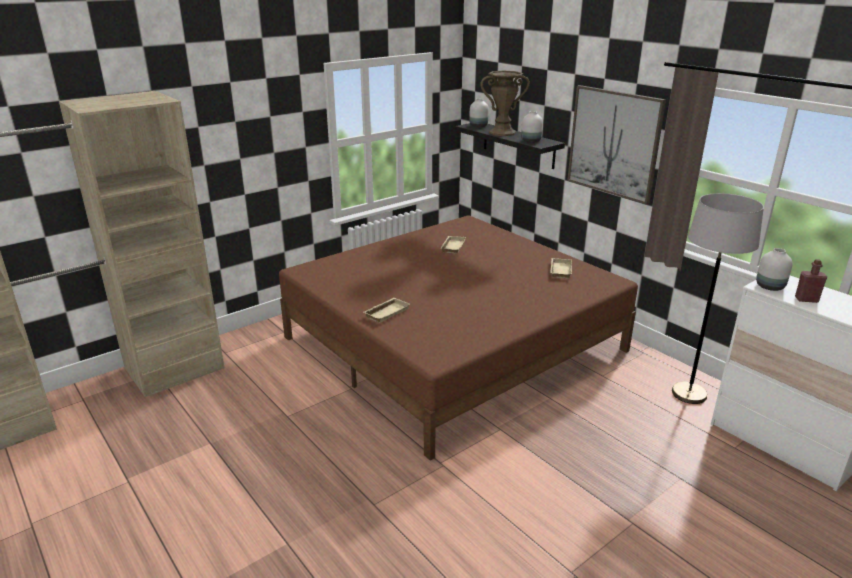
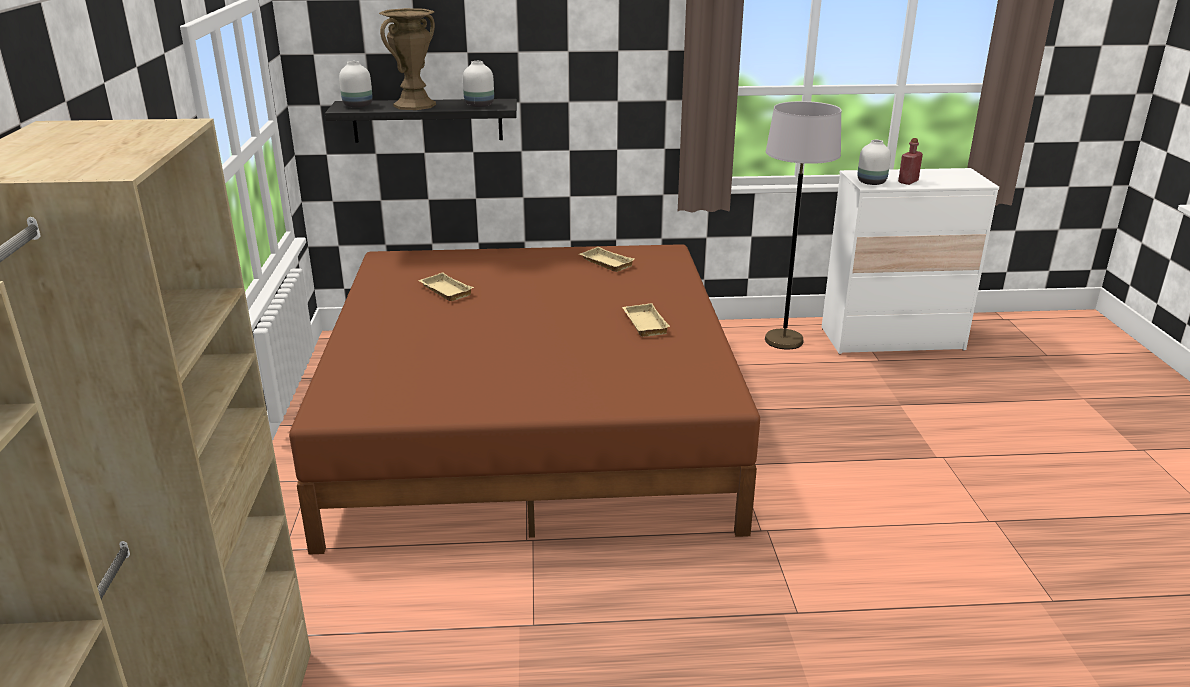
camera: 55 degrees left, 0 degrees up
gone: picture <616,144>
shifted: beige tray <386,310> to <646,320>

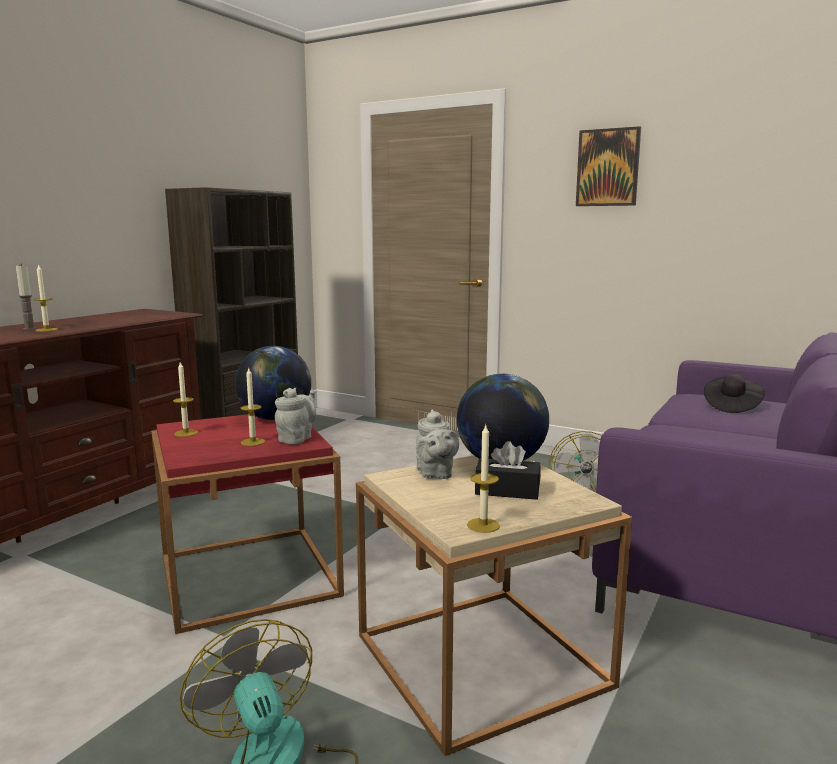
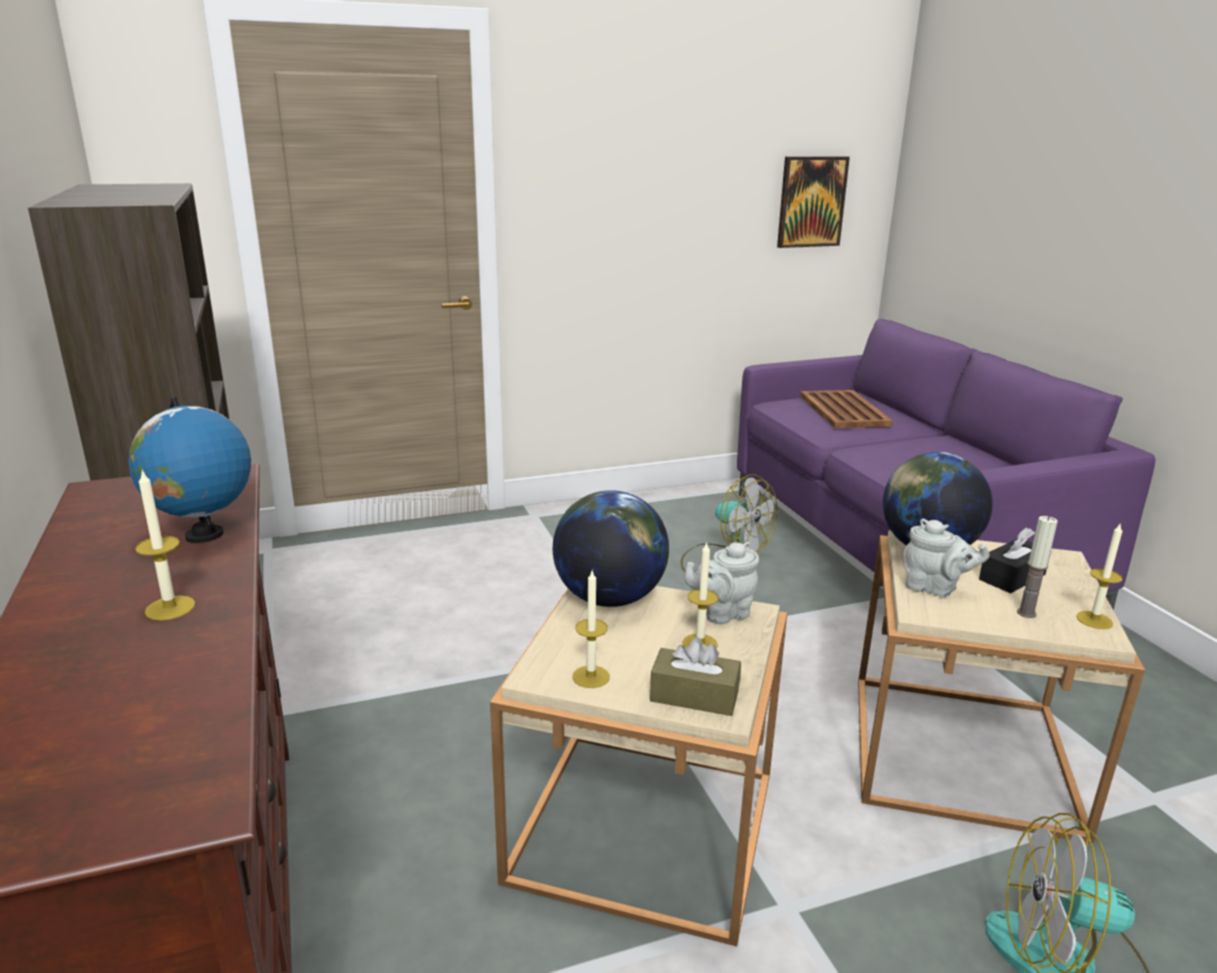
camera: 50 degrees left, 10 degrees up
new: globe <190,470>; brown tissue box <695,676>
shifted: picture <608,166> to <813,202>; candle <26,297> to <1037,567>
swapped: black hat <734,393> to brown tray <846,409>
repainted: red side table <247,524> to beige side table <638,766>
rotated: grey teapot <295,416> = <721,583> 90 degrees counterclockwise

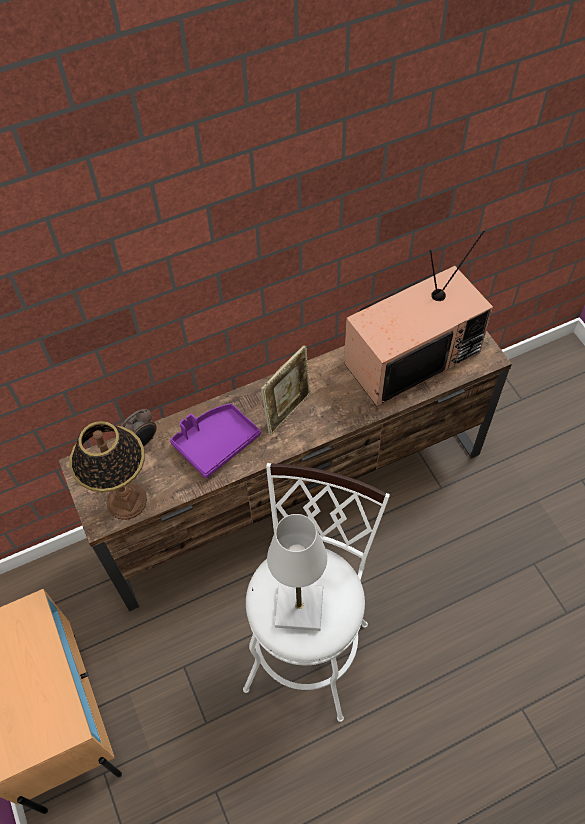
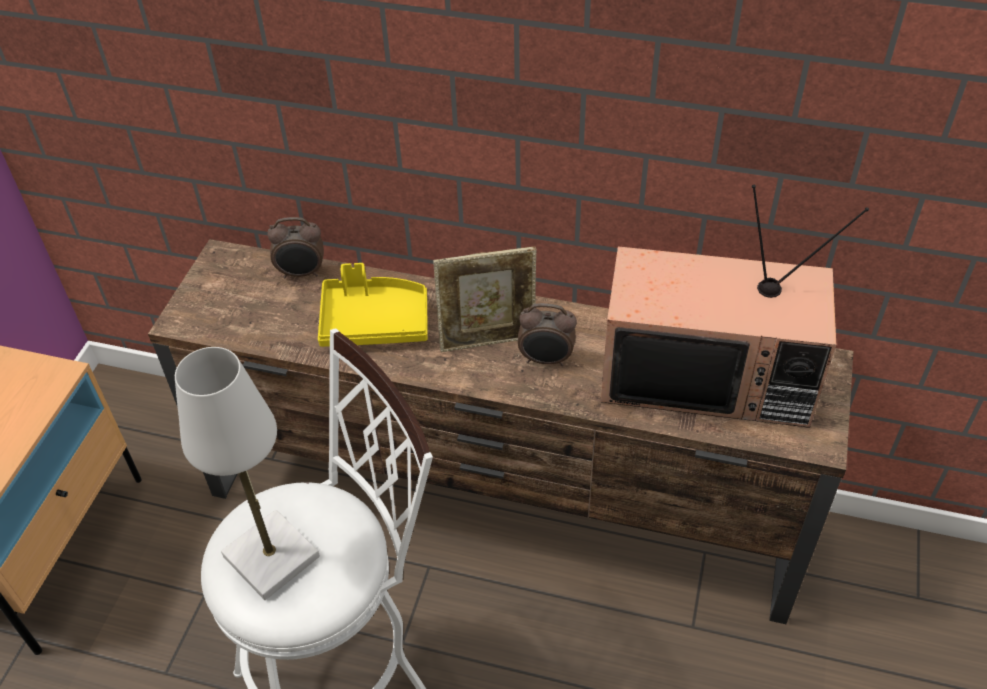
camera: 40 degrees right, 10 degrees down
gone: table lamp <108,470>
new: alarm clock <547,334>
repainted: purple tray <215,441> to yellow tray <373,305>

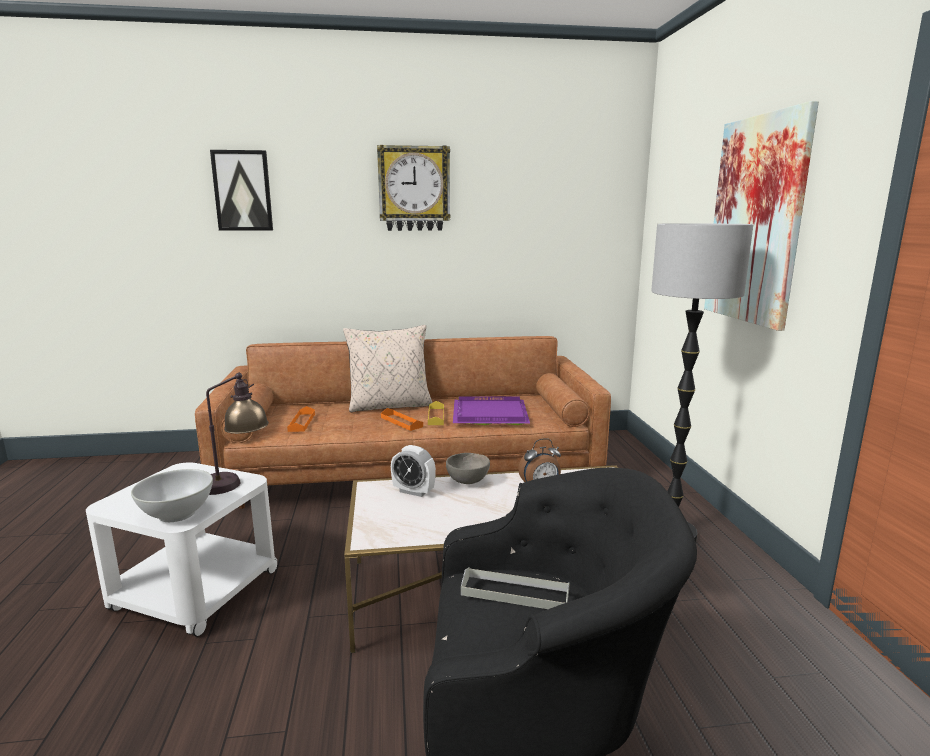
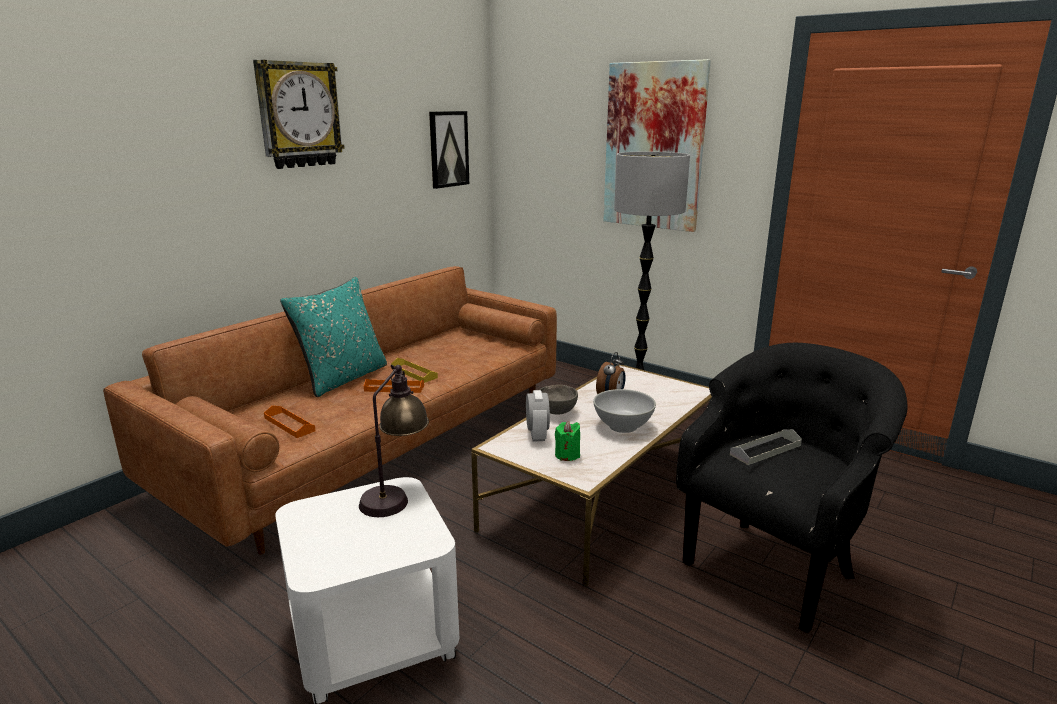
camera: 45 degrees left, 5 degrees up
gone: purple tray <491,410>
new: green candle <567,441>
shifted: picture <241,190> to <449,150>; white bowl <172,495> to <624,411>
repainted: beige pillow <388,368> to turquoise pillow <333,337>
rotated: alarm clock <413,471> = <538,416> 75 degrees counterclockwise

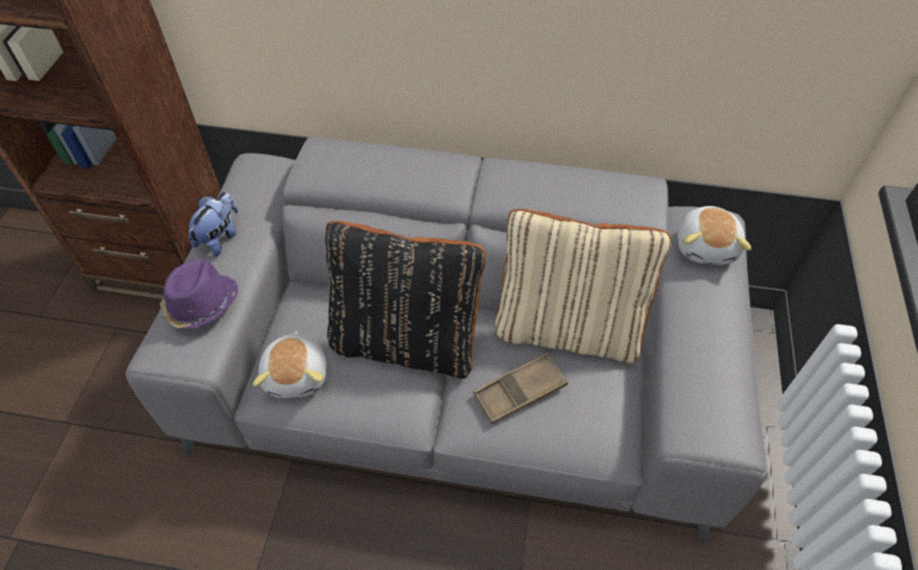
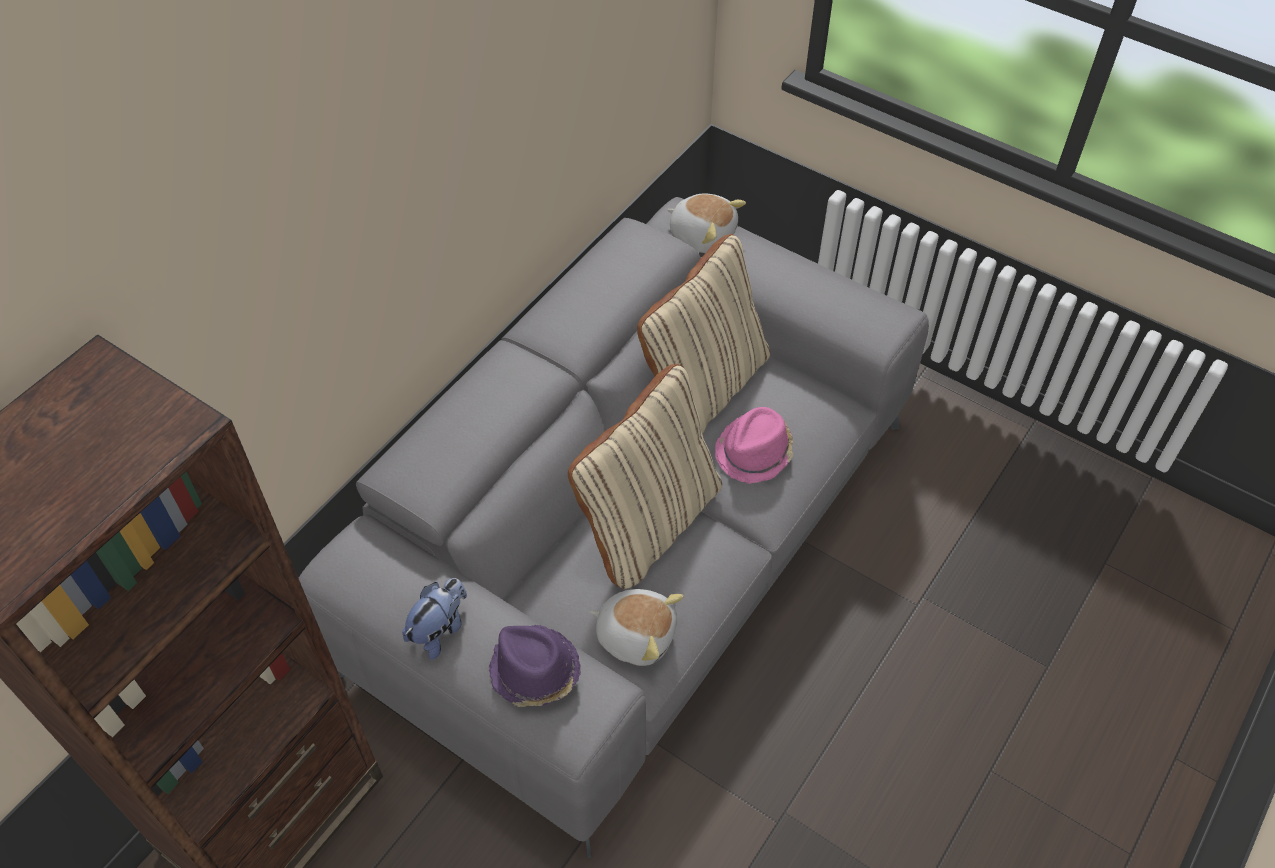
camera: 65 degrees left, 0 degrees up
swapped: brown tray <520,388> to pink hat <754,445>
repainted: black pillow <405,300> to beige pillow <645,476>
rotated: plush toy <213,224> = <434,619> 75 degrees clockwise

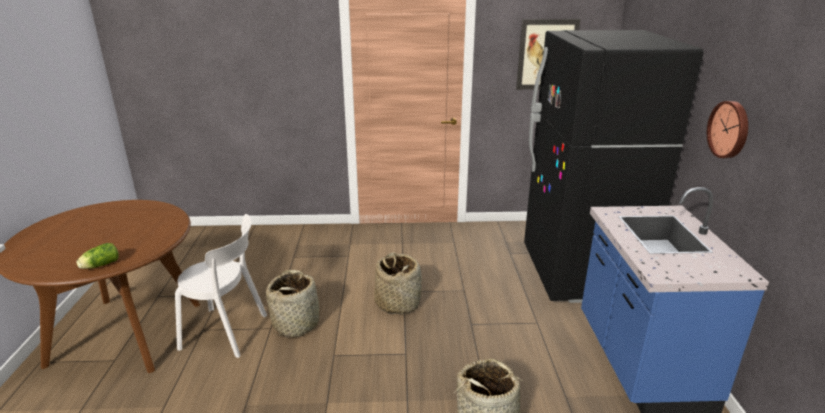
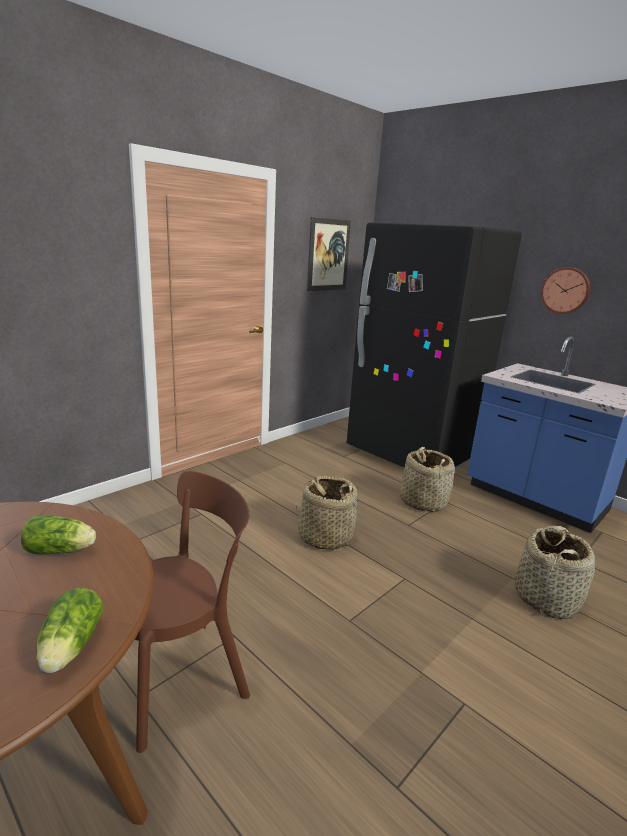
camera: 45 degrees left, 5 degrees down
new: lettuce <58,534>
shifted: basket <293,304> to <427,479>
repainted: white chair <221,286> to brown chair <192,612>

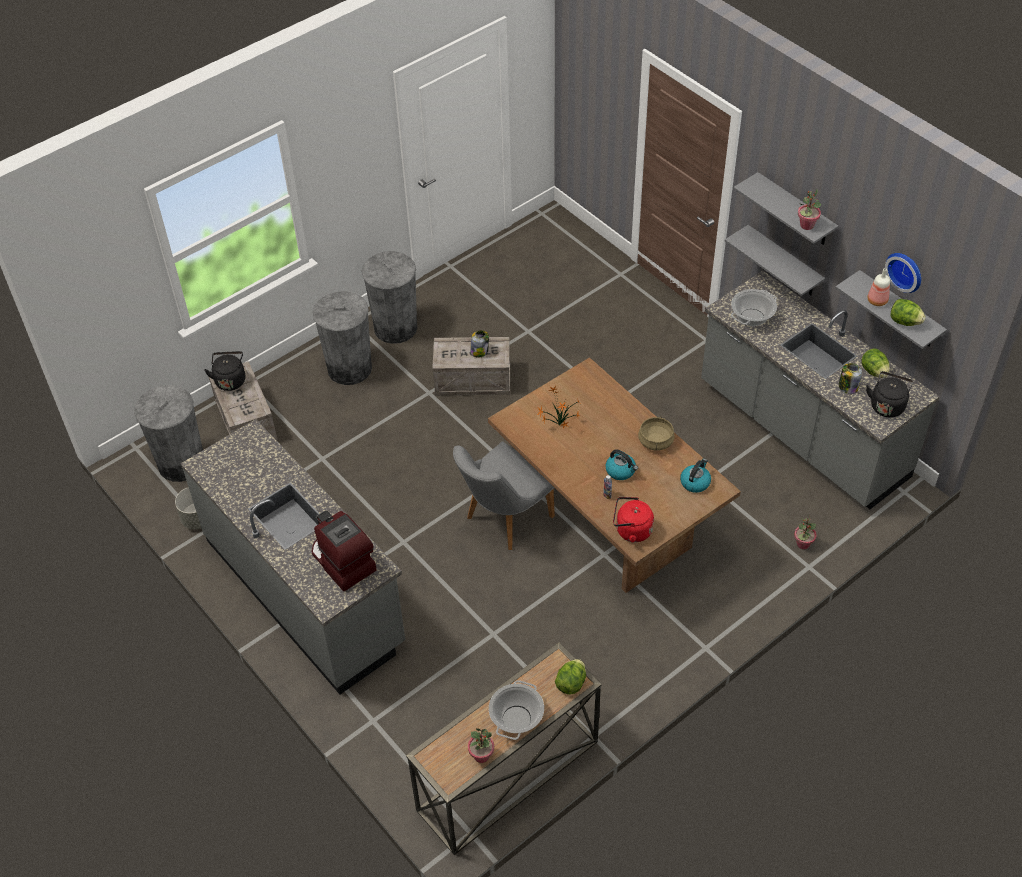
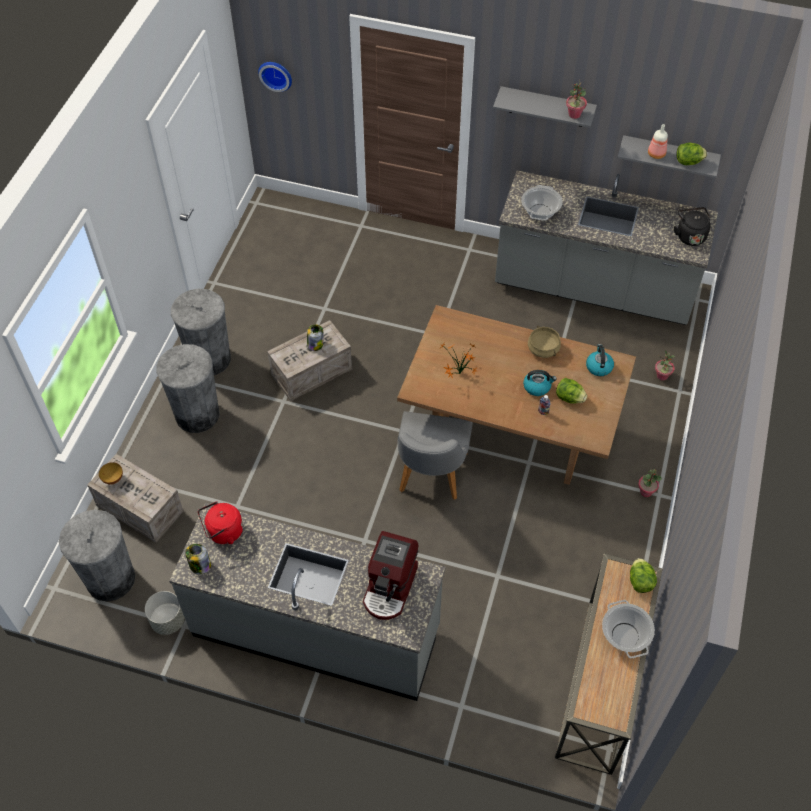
camera: 35 degrees left, 5 degrees up
gone: grey shelf <775,260>
shifted: jar <850,378> to <198,559>; red kettle <633,519> to <220,522>; wall clock <903,273> to <275,77>; lettuce <876,363> to <571,391>; potted plant <481,745> to <650,483>
swapped: black kettle <224,371> to bowl <111,473>
rotated: coffee machine <344,551> = <390,575> 90 degrees counterclockwise

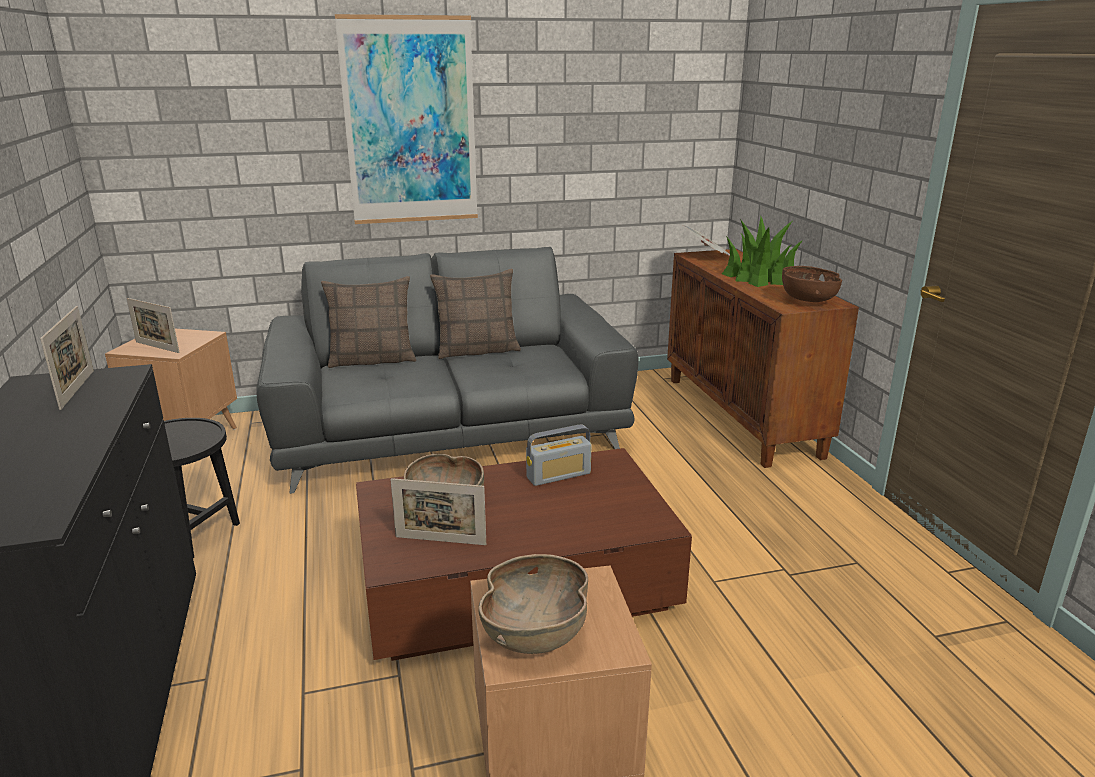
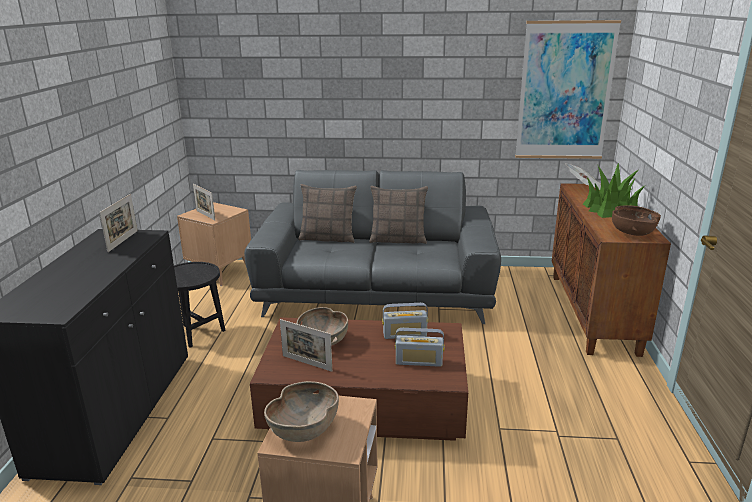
camera: 20 degrees right, 0 degrees up
new: radio <419,347>
shifted: picture <406,119> to <568,89>

